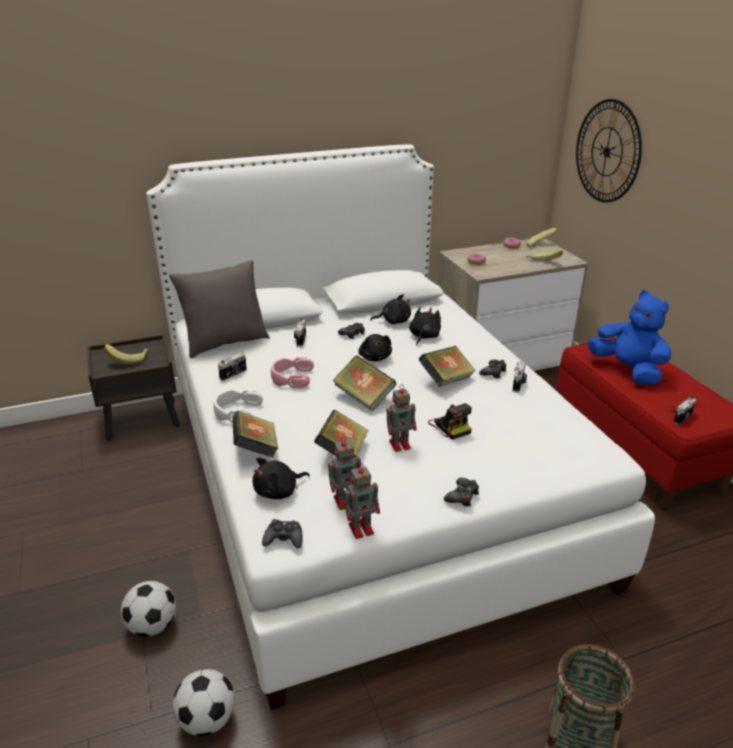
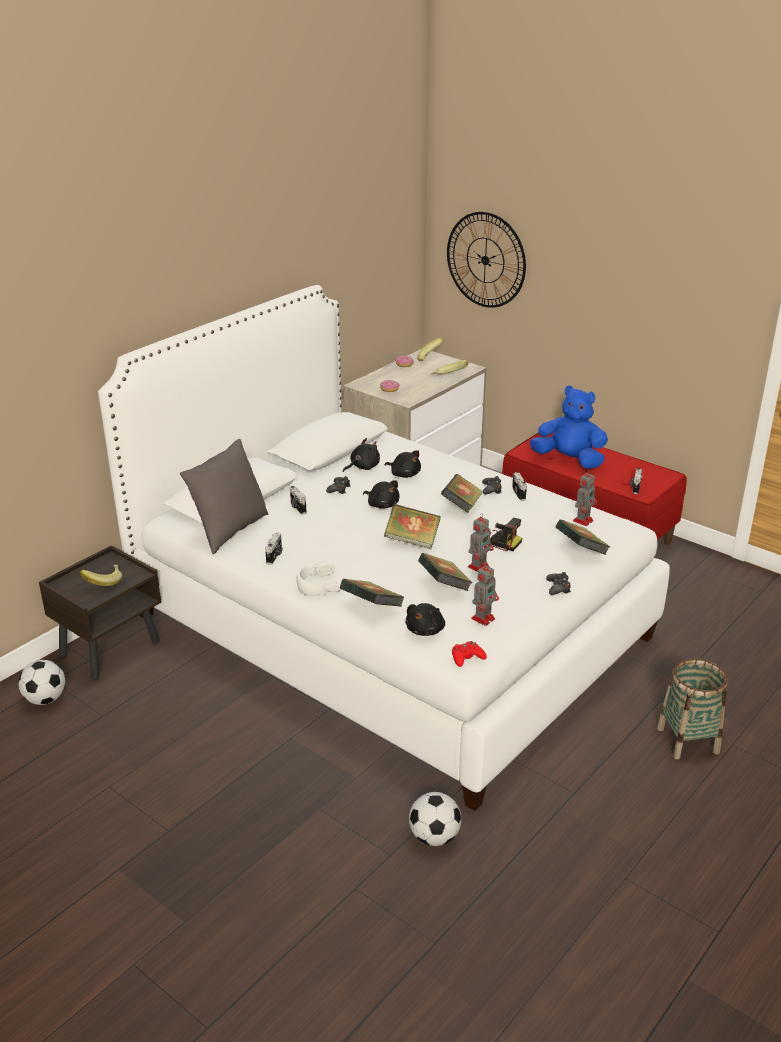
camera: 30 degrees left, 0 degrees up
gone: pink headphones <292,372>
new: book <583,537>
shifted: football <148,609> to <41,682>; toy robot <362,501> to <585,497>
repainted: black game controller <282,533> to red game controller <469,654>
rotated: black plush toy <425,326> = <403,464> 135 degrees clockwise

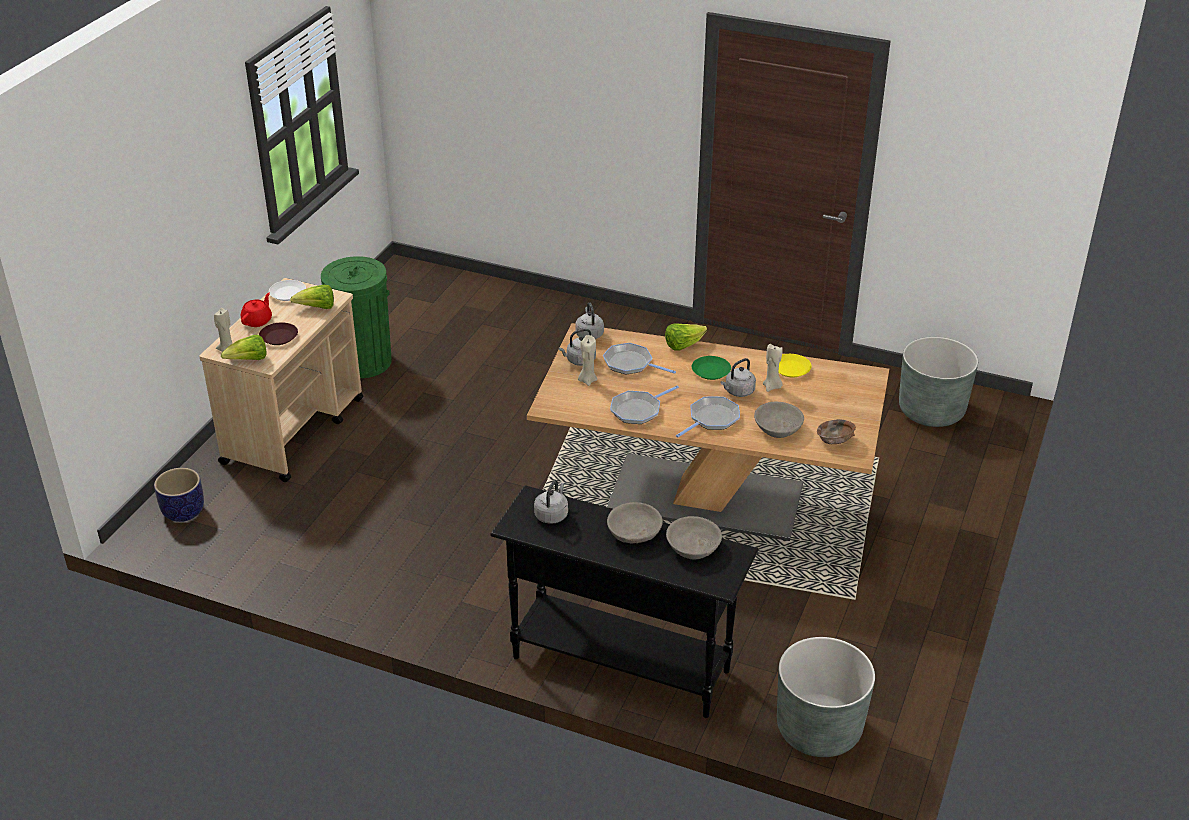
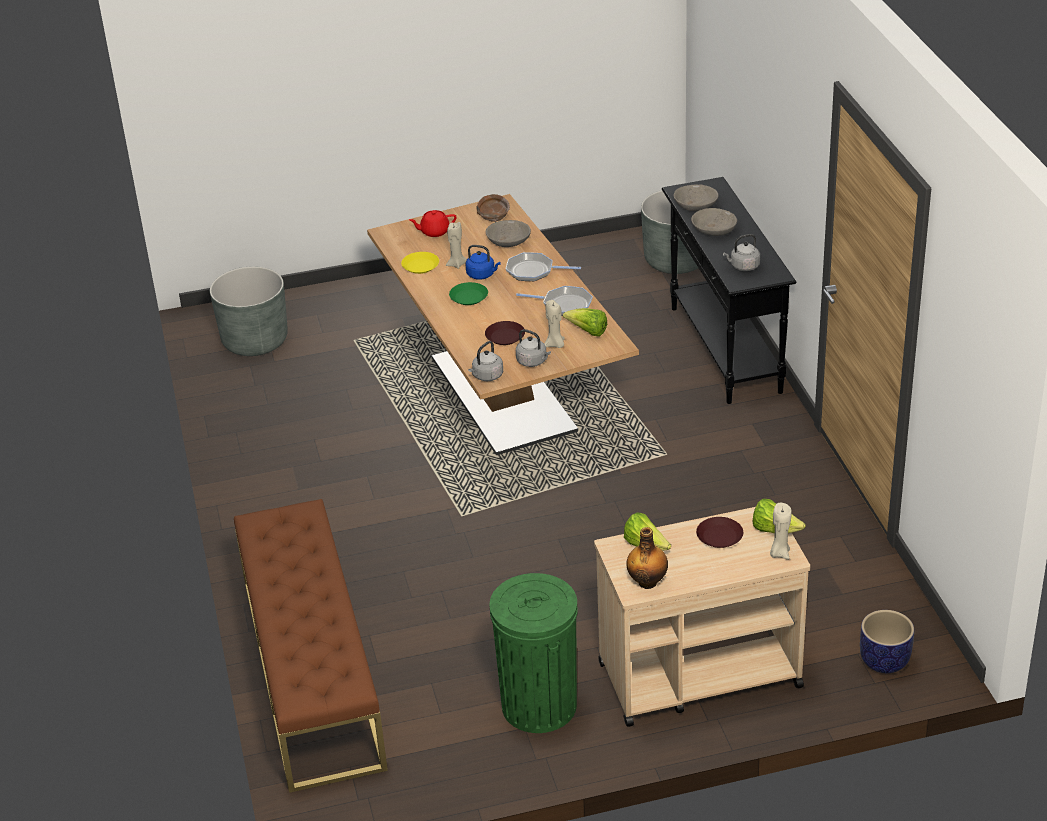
camera: 125 degrees left, 0 degrees up
new: brown bench <311,646>
shifted: red teapot <256,310> to <433,223>; lettuce <686,337> to <585,322>
swapped: frying pan <639,359> to brown plate <505,333>; white plate <287,290> to bottle <647,558>
repainted: grey kettle <738,377> to blue kettle <483,262>

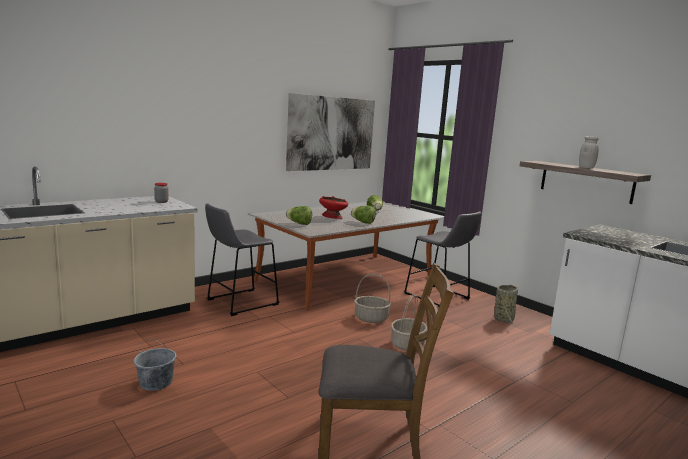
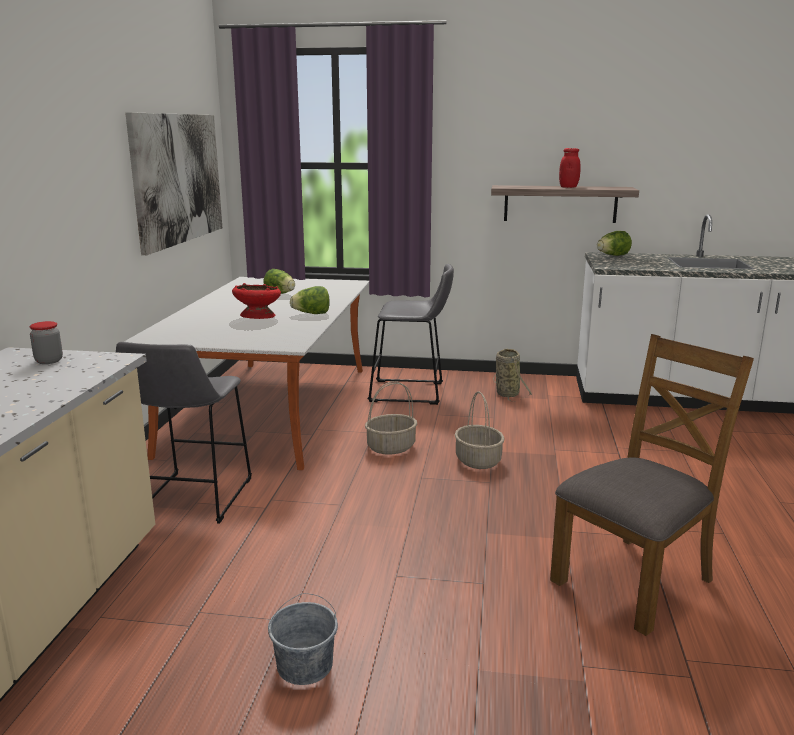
camera: 40 degrees left, 5 degrees up
shifted: lettuce <299,215> to <614,243>
repainted: white jar <589,152> to red jar <569,168>

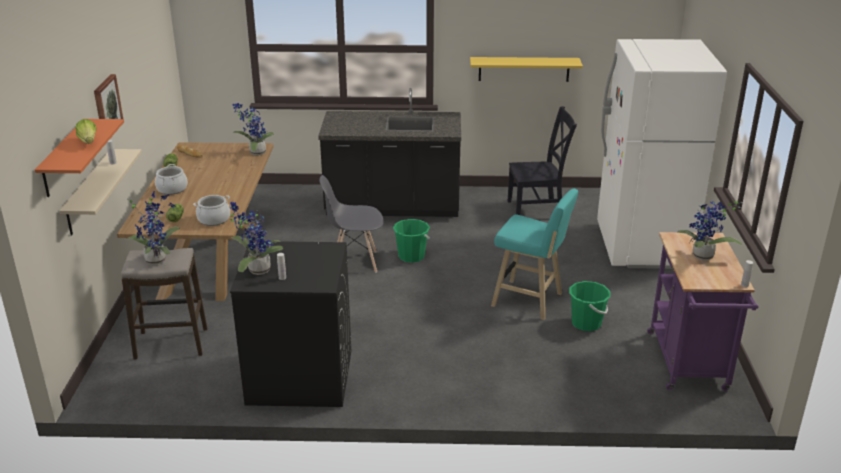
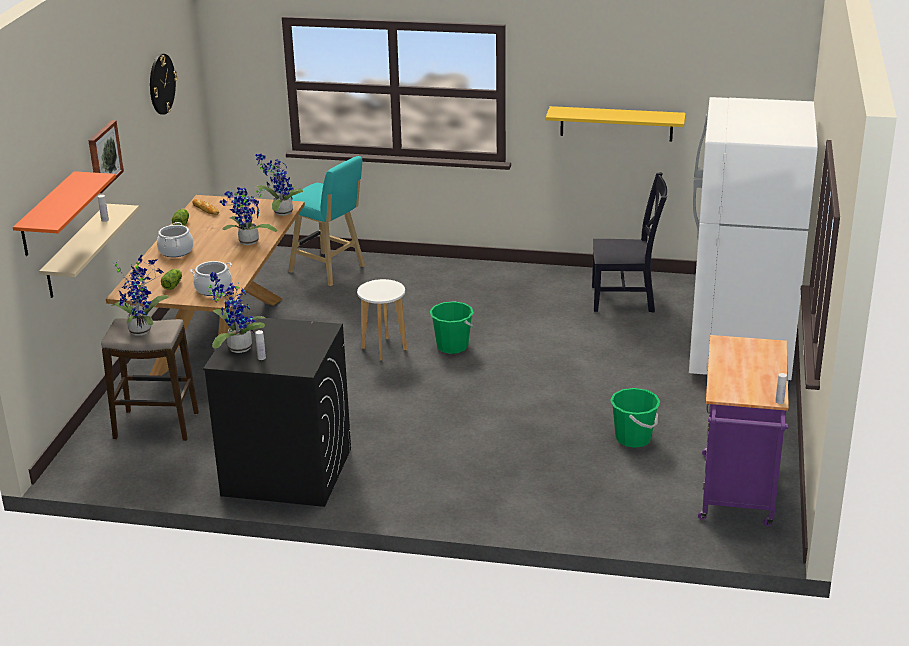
camera: 10 degrees right, 0 degrees up
gone: lettuce <86,131>; black counter <389,152>
new: wall clock <163,84>
shifted: potted plant <710,231> to <248,216>; turquoise stool <534,254> to <326,221>
swapped: grey chair <351,224> to white stool <382,320>

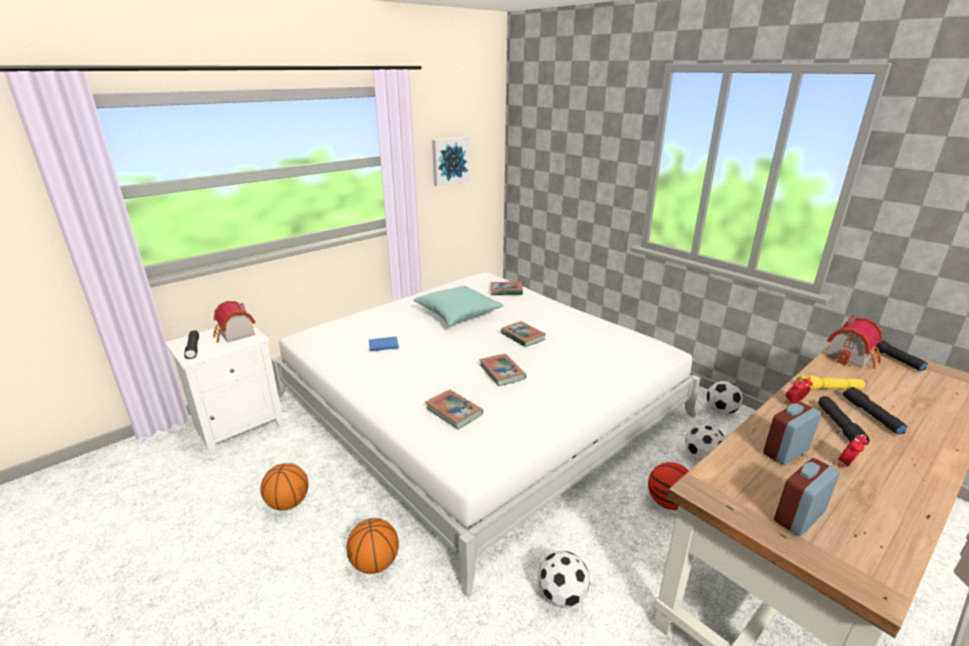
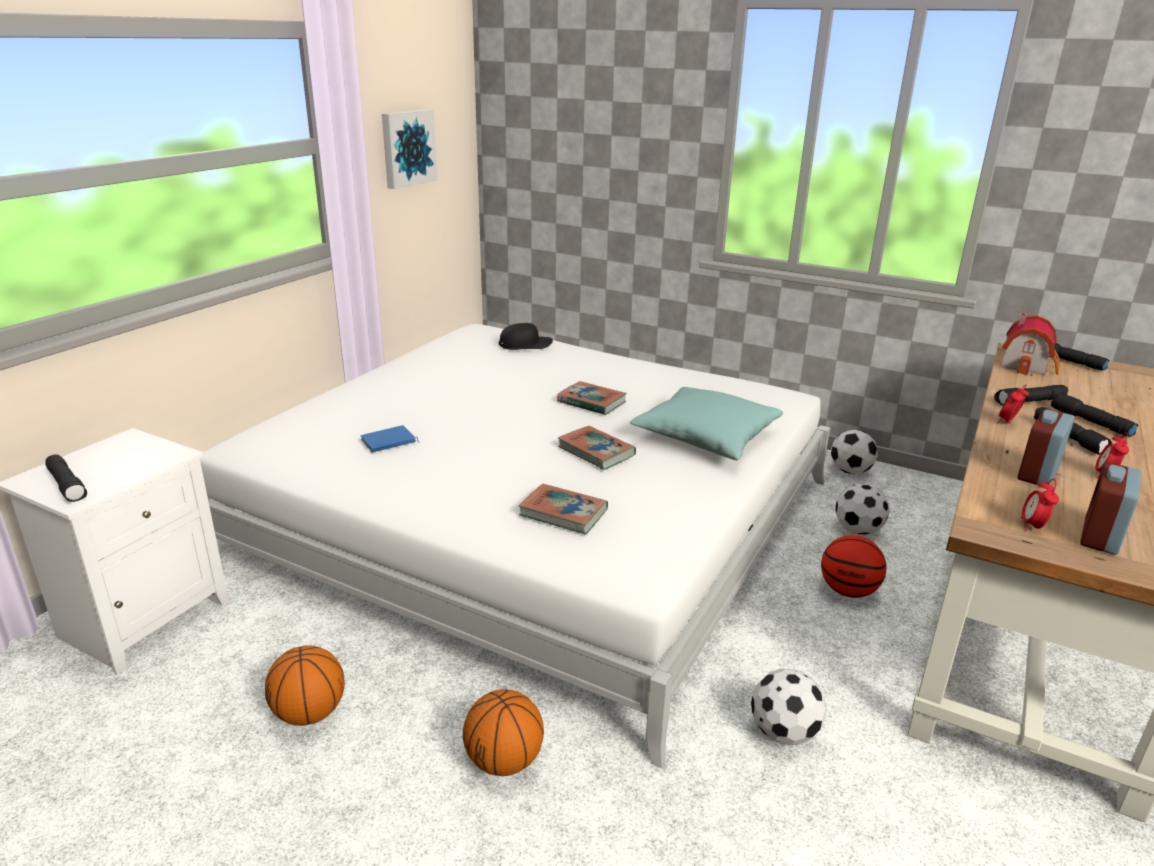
camera: 20 degrees left, 0 degrees up
gone: toy house <234,322>
new: alarm clock <1040,505>
shifted: turquoise pillow <458,306> to <706,423>
swapped: book <506,288> to black cap <526,336>
repainted: yellow flashlight <831,383> to black flashlight <1031,395>

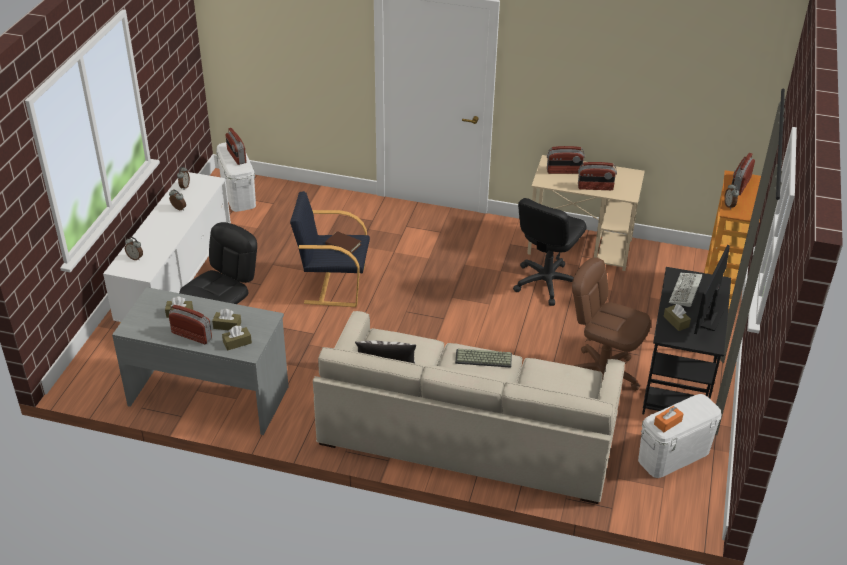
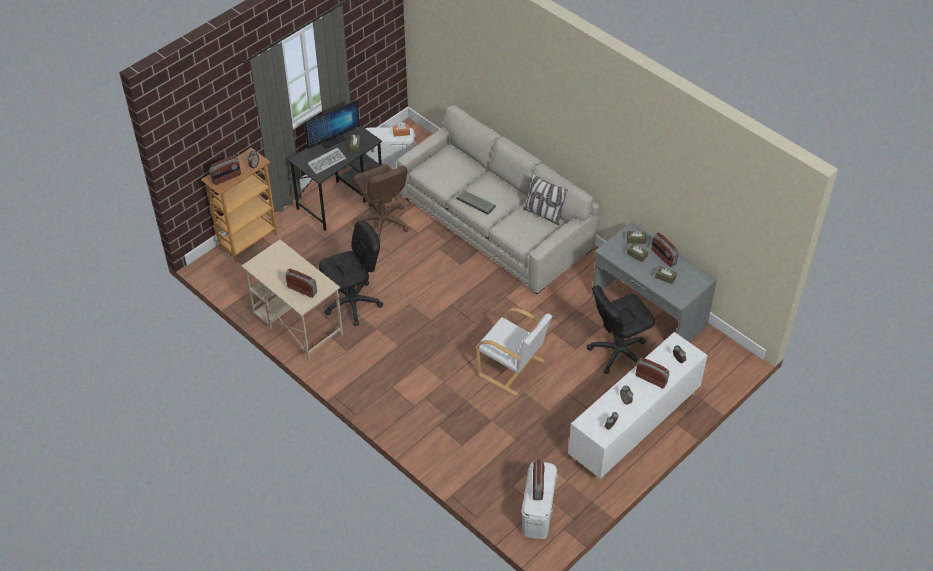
camera: 150 degrees left, 10 degrees up
gone: brown book <343,242>
shifted: radio <597,176> to <652,372>
repainted: black armchair <330,249> to white armchair <514,352>

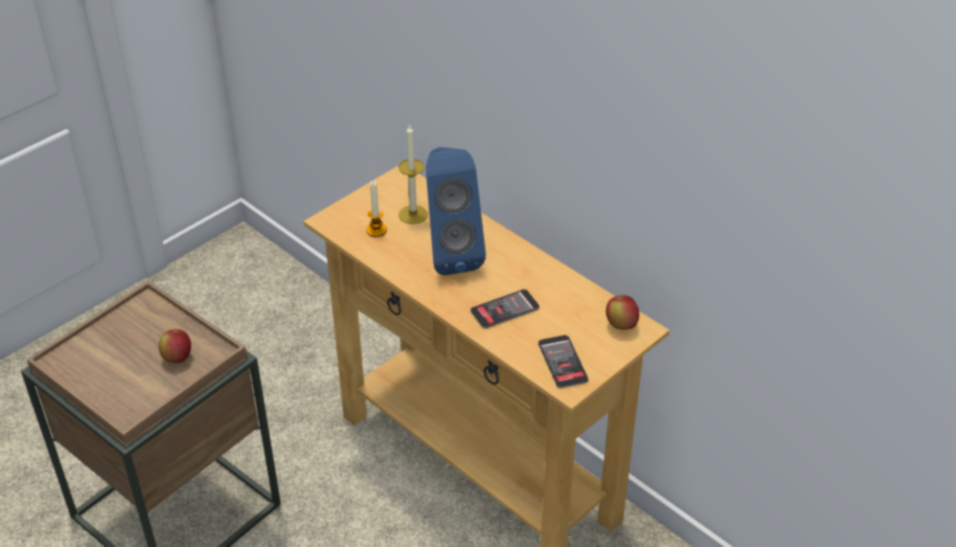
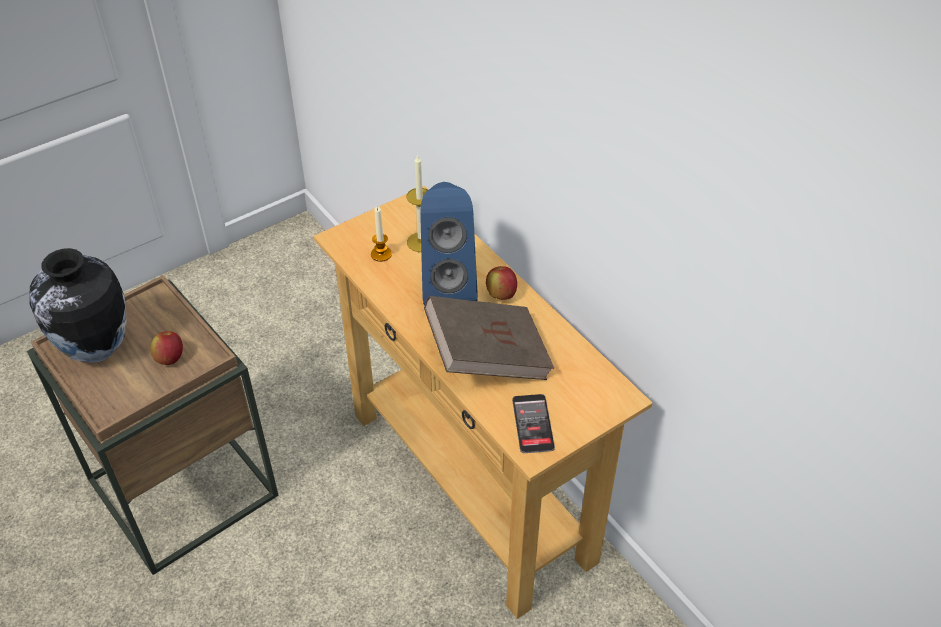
camera: 10 degrees right, 5 degrees up
new: vase <77,305>
shifted: apple <622,312> to <501,283>
swapped: phone <505,309> to brown book <489,338>

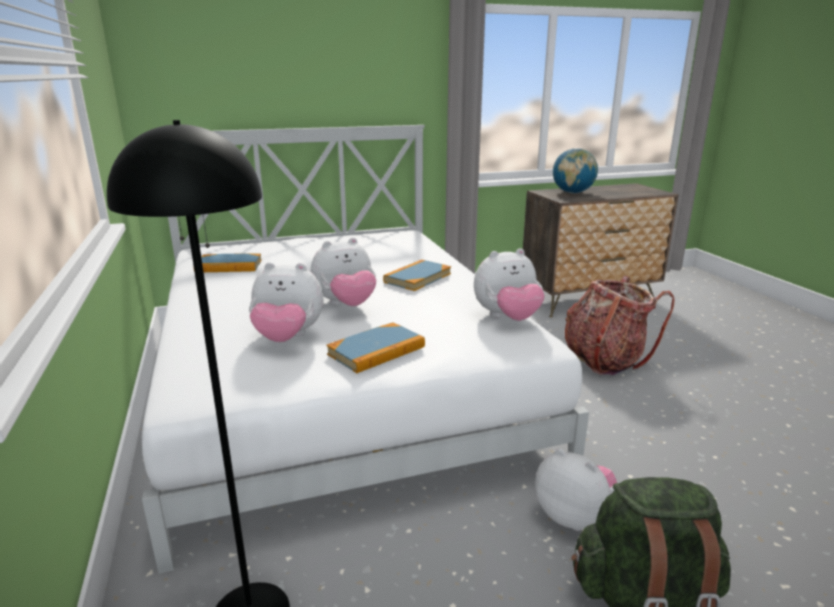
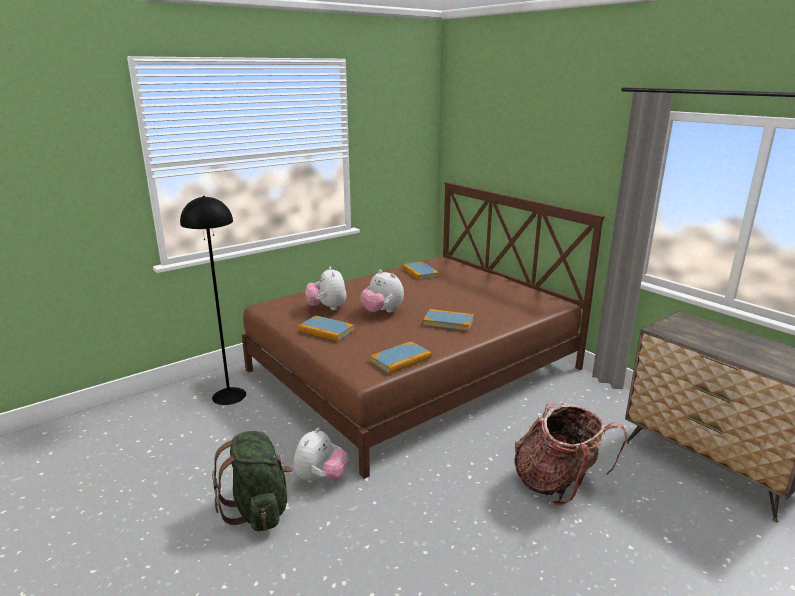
camera: 70 degrees right, 0 degrees up
gone: globe <575,171>
swapped: plush toy <509,284> to book <400,358>
repainted: white bed <365,349> to brown bed <423,330>

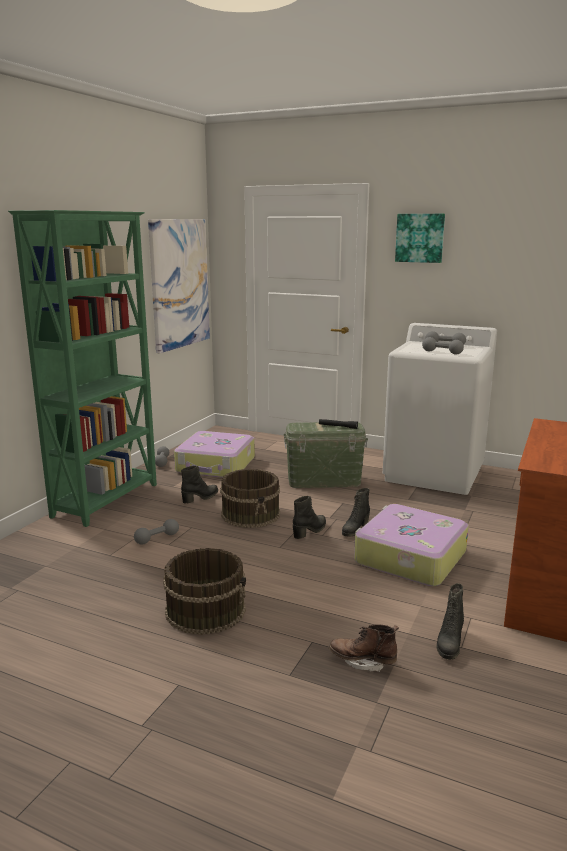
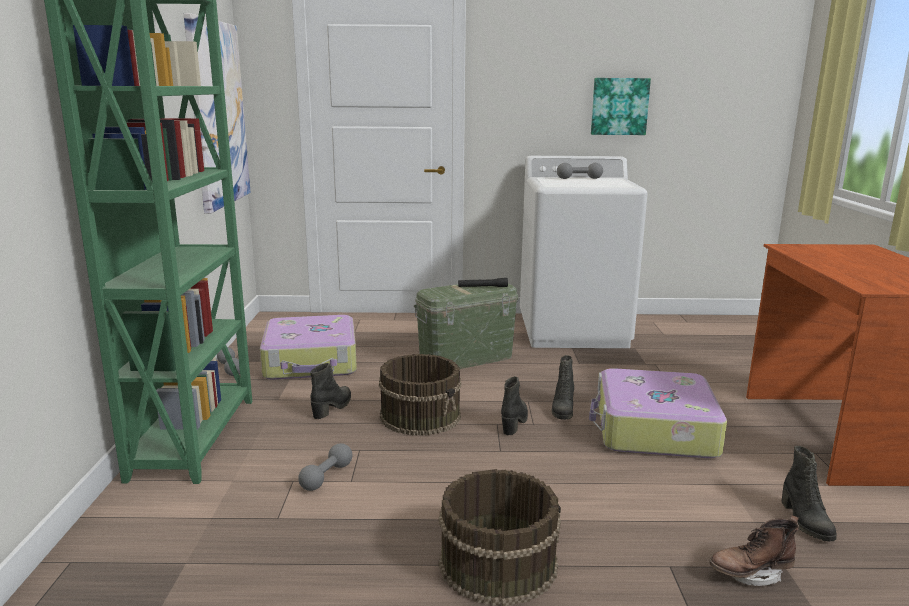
camera: 25 degrees left, 0 degrees up
gone: grey dumbbell <443,345>
shifted: picture <420,238> to <621,106>

